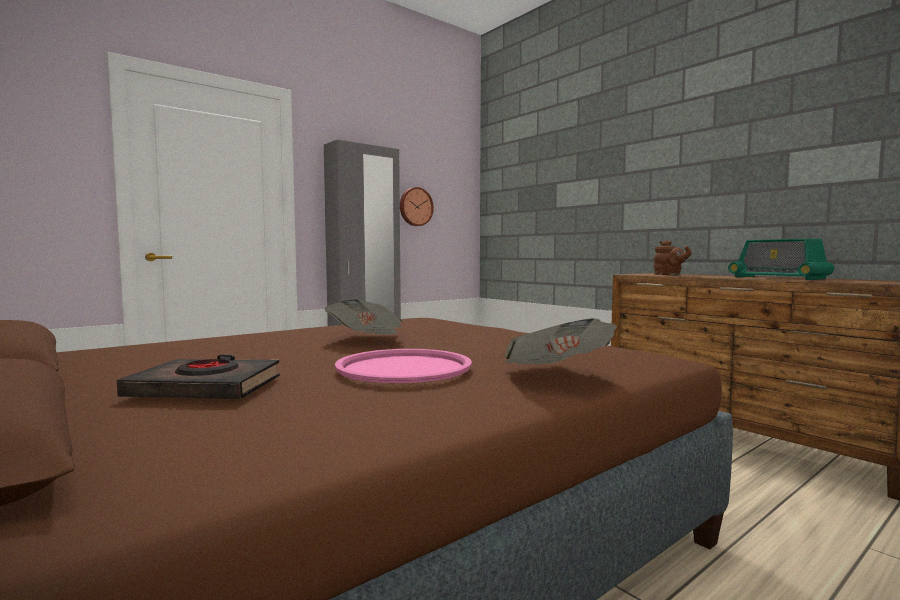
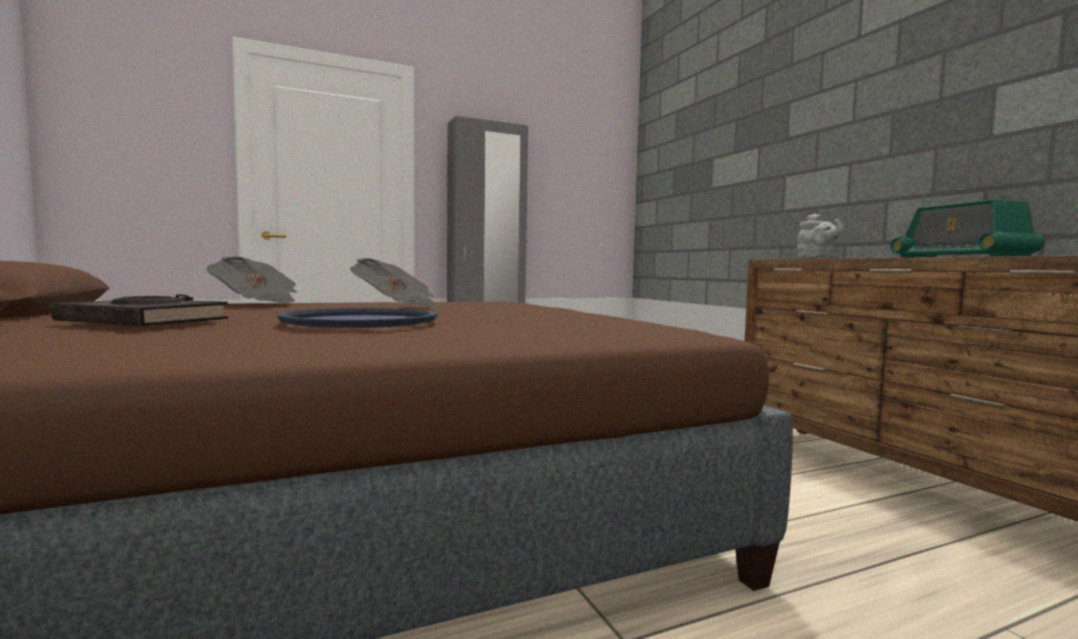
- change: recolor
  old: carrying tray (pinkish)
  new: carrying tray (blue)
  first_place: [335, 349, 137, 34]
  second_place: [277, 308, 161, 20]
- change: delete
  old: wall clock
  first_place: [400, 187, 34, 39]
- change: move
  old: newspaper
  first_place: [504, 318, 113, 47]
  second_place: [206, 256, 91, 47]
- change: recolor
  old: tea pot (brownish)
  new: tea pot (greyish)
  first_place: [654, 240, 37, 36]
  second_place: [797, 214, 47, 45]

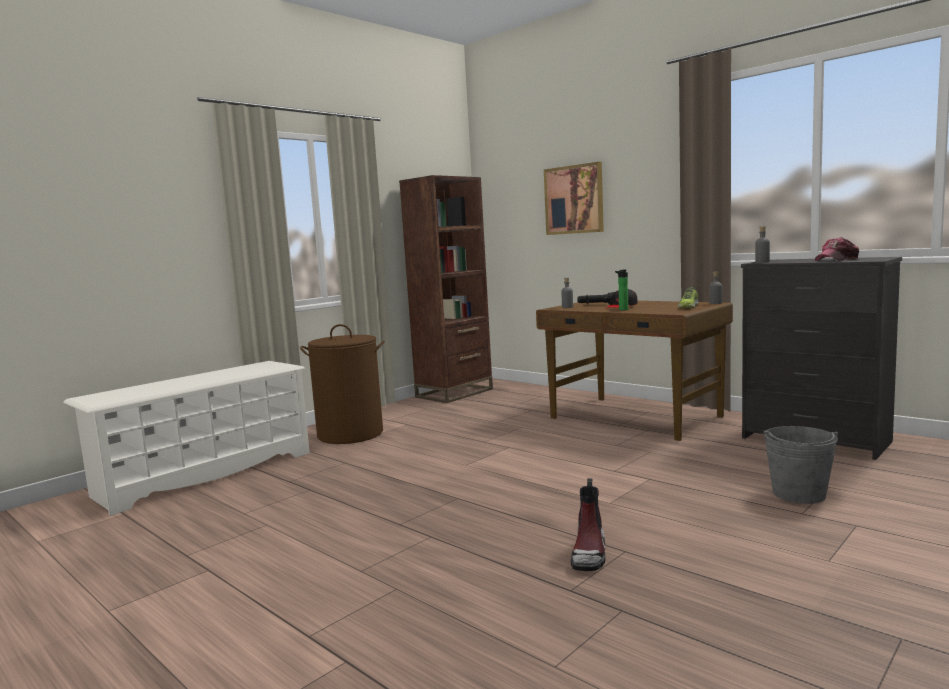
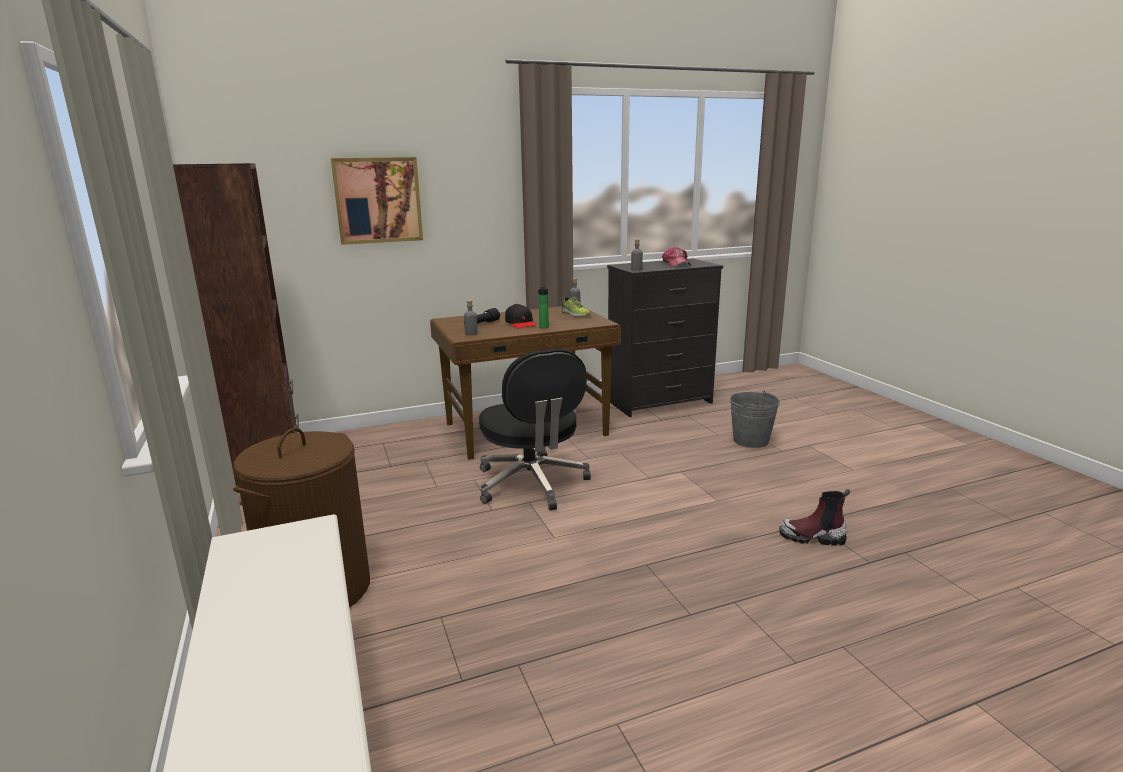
- change: rotate
  old: tall boot
  first_place: [571, 478, 35, 93]
  second_place: [779, 489, 71, 56]
  degrees: 150
- change: insert
  new: desk chair (blackish)
  second_place: [479, 349, 112, 161]

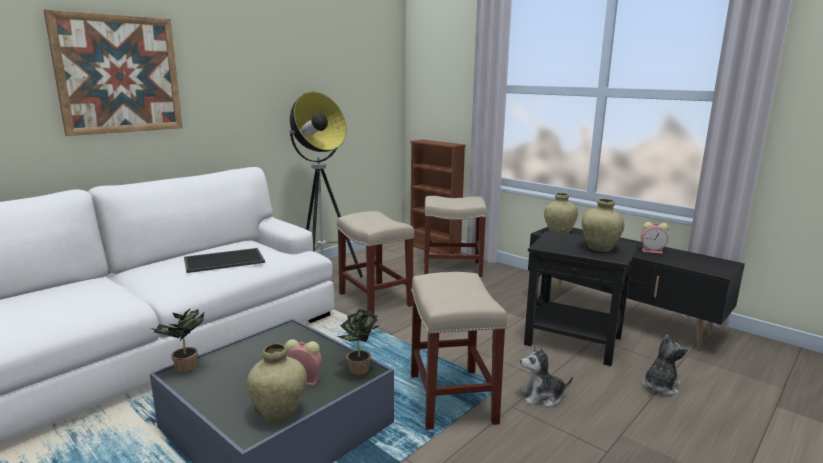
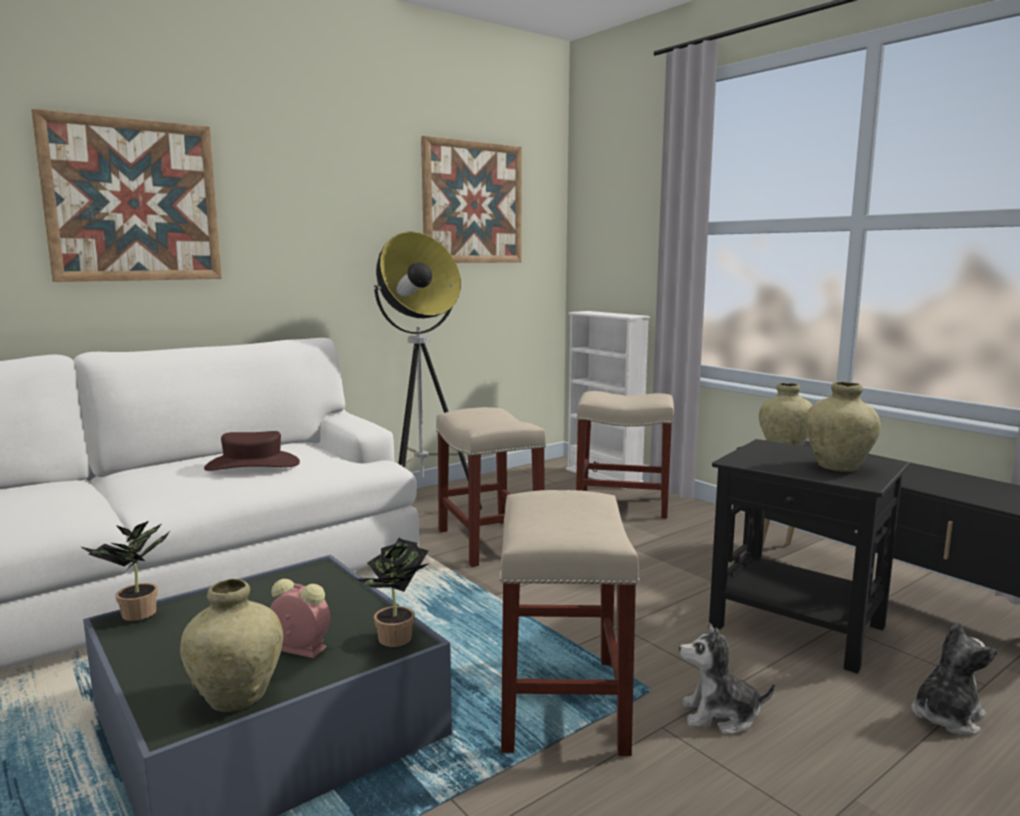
- change: replace
  old: carrying tray
  new: wearable hat (brownish)
  first_place: [184, 248, 81, 25]
  second_place: [204, 431, 96, 40]
- change: recolor
  old: shelving unit (brownish)
  new: shelving unit (whitish)
  first_place: [410, 139, 56, 115]
  second_place: [566, 311, 84, 178]
- change: delete
  old: alarm clock
  first_place: [641, 222, 28, 32]
- change: insert
  new: wall art
  second_place: [421, 136, 101, 127]

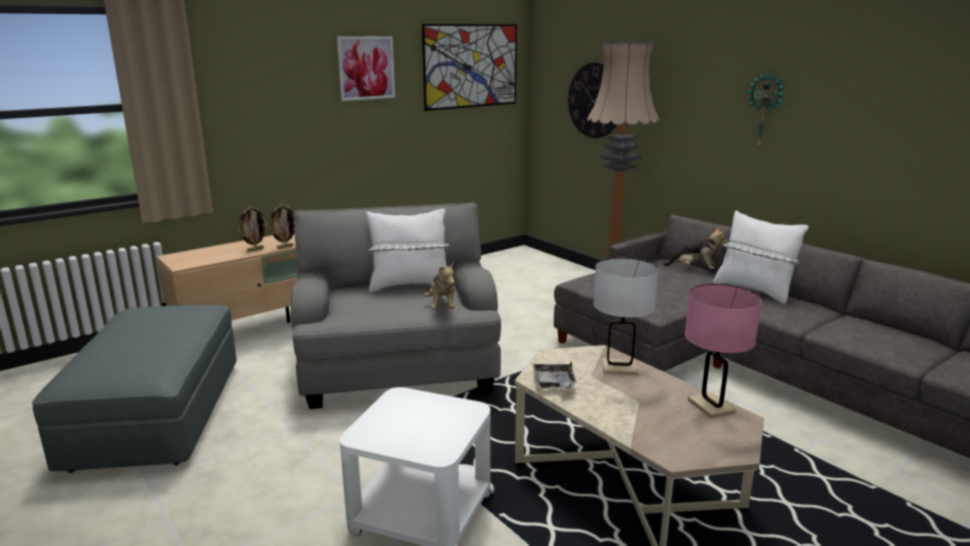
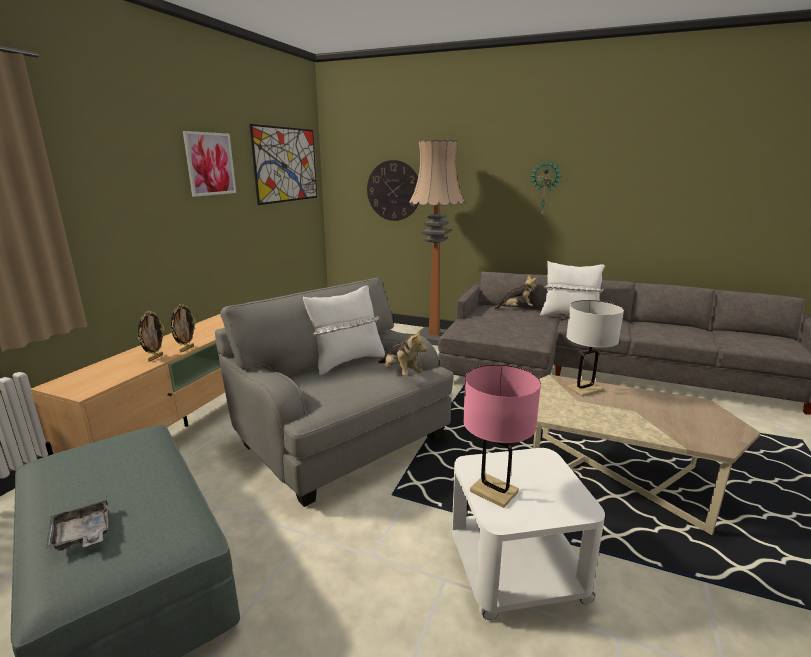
- change: move
  old: carrying tray (greyish)
  first_place: [533, 362, 44, 27]
  second_place: [46, 496, 63, 55]
- change: move
  old: table lamp (pinkish)
  first_place: [685, 284, 77, 134]
  second_place: [463, 365, 78, 143]

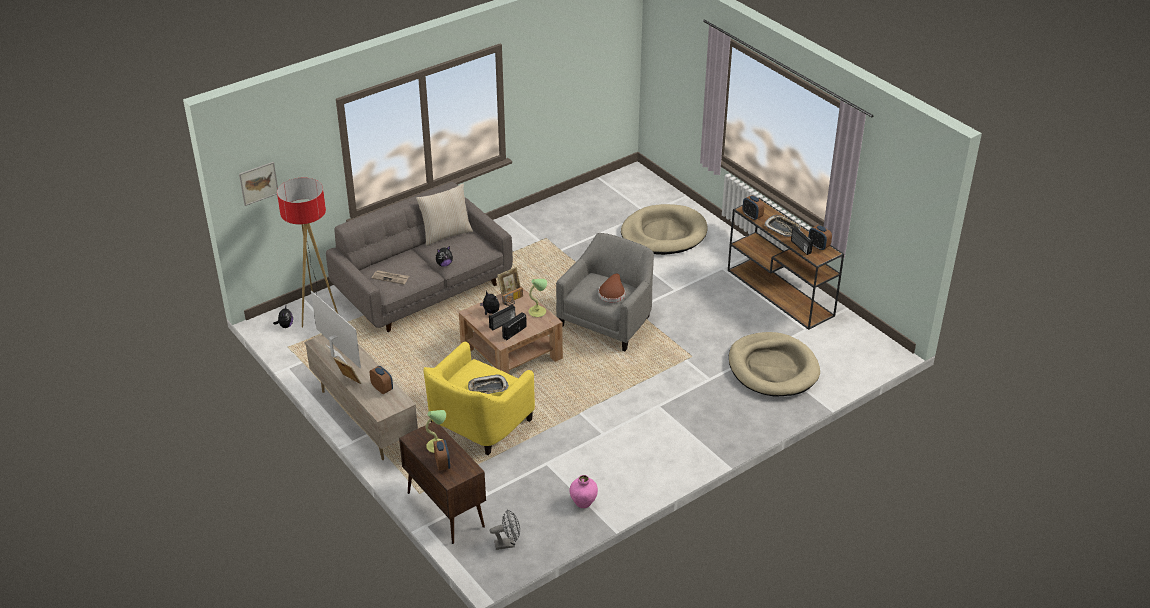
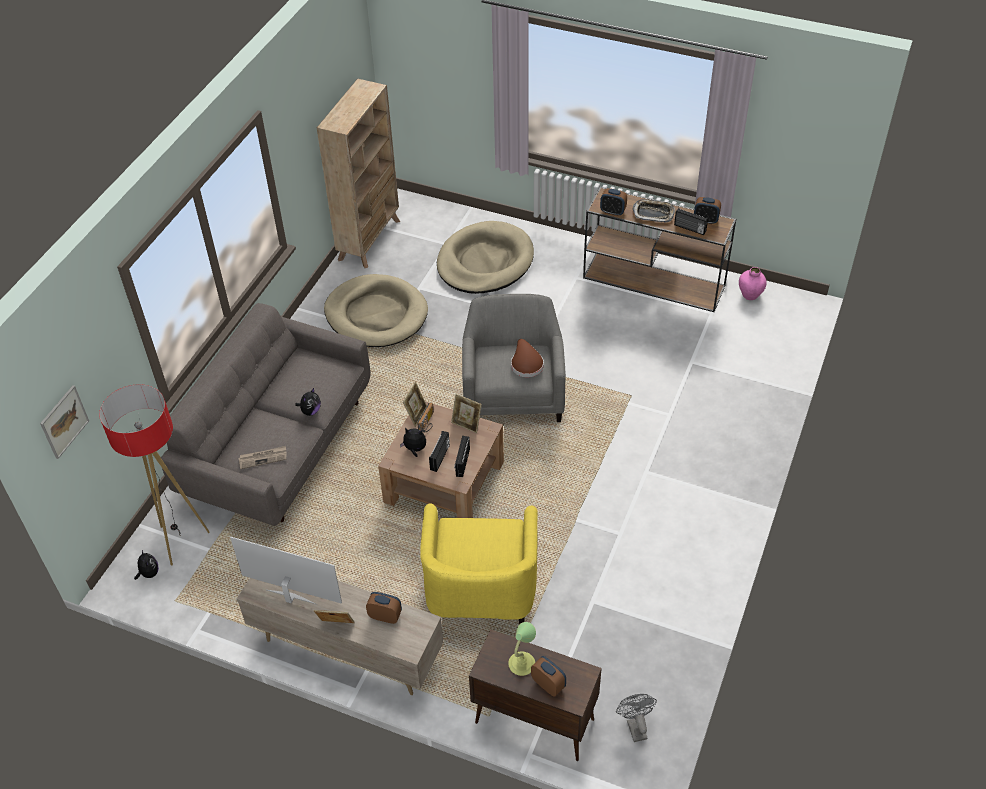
- change: delete
  old: cushion (beige-coloured)
  first_place: [416, 184, 57, 62]
- change: delete
  old: carrying tray
  first_place: [468, 374, 41, 20]
- change: rotate
  old: electric fan (greyish)
  first_place: [490, 510, 30, 40]
  second_place: [616, 694, 41, 48]
  degrees: -60
- change: replace
  old: table lamp
  new: picture frame
  first_place: [529, 279, 18, 38]
  second_place: [451, 394, 31, 39]
- change: move
  old: flower vase (pinkish)
  first_place: [570, 475, 28, 33]
  second_place: [739, 267, 28, 33]
- change: move
  old: dog bed (beige-coloured)
  first_place: [729, 332, 91, 65]
  second_place: [324, 274, 104, 73]
- change: insert
  new: shelving unit (beige-coloured)
  second_place: [317, 79, 83, 189]

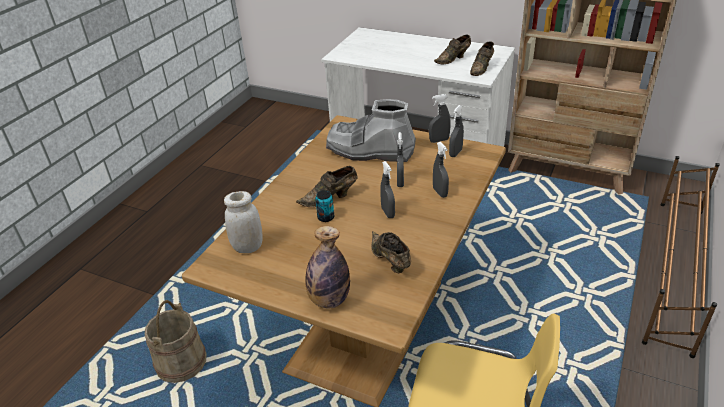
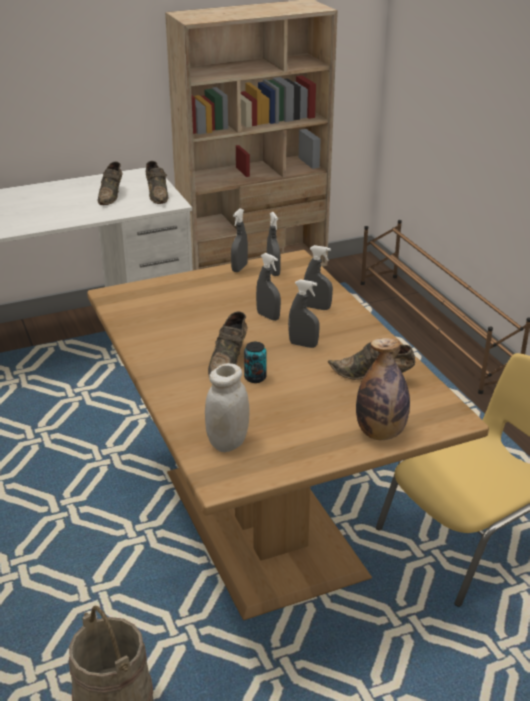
- change: delete
  old: tall boot (greyish)
  first_place: [326, 99, 90, 63]

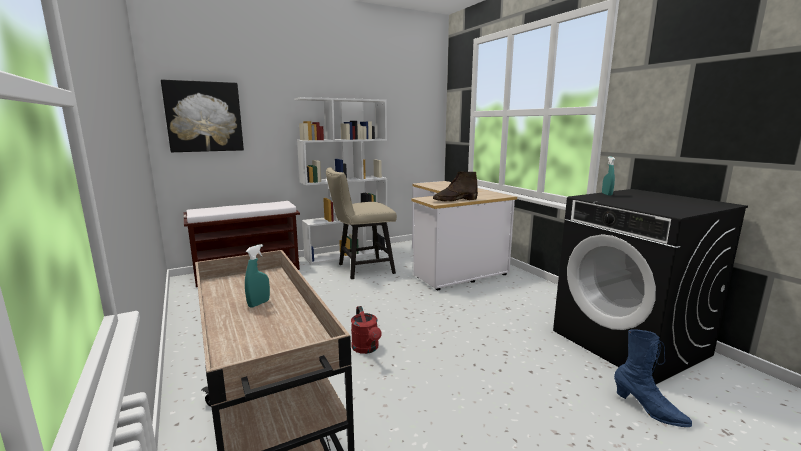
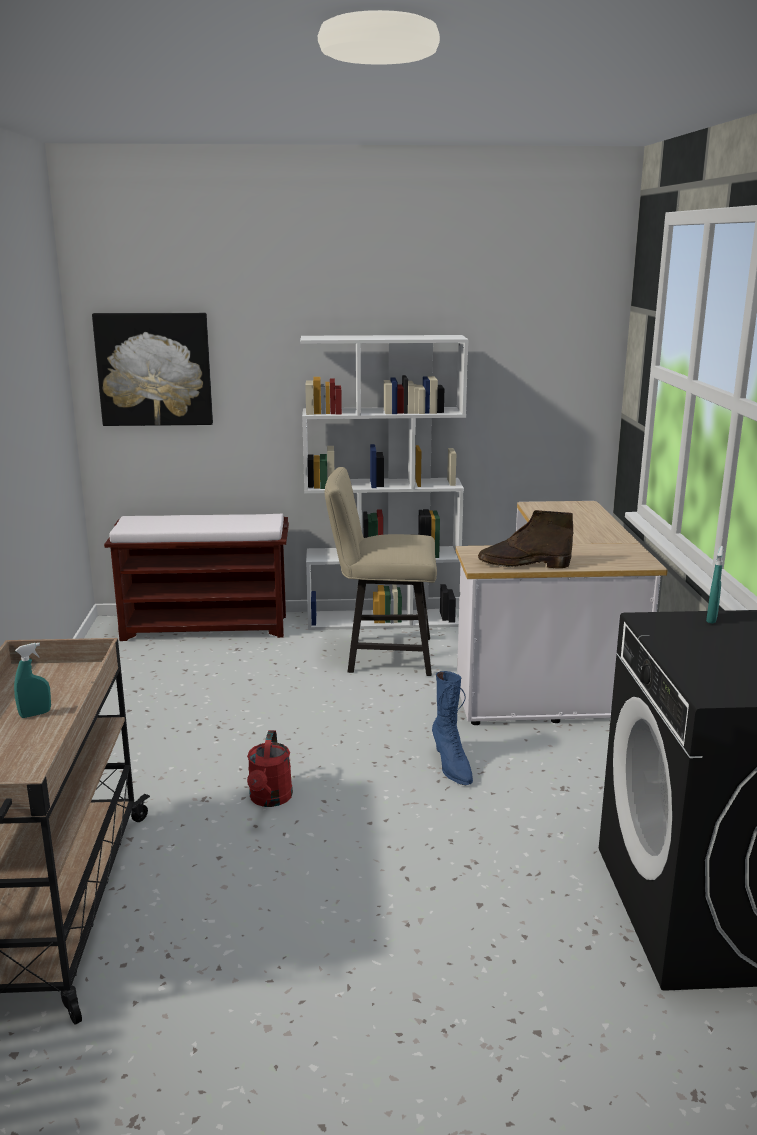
- change: move
  old: tall boot (blue)
  first_place: [614, 329, 78, 98]
  second_place: [432, 671, 41, 114]

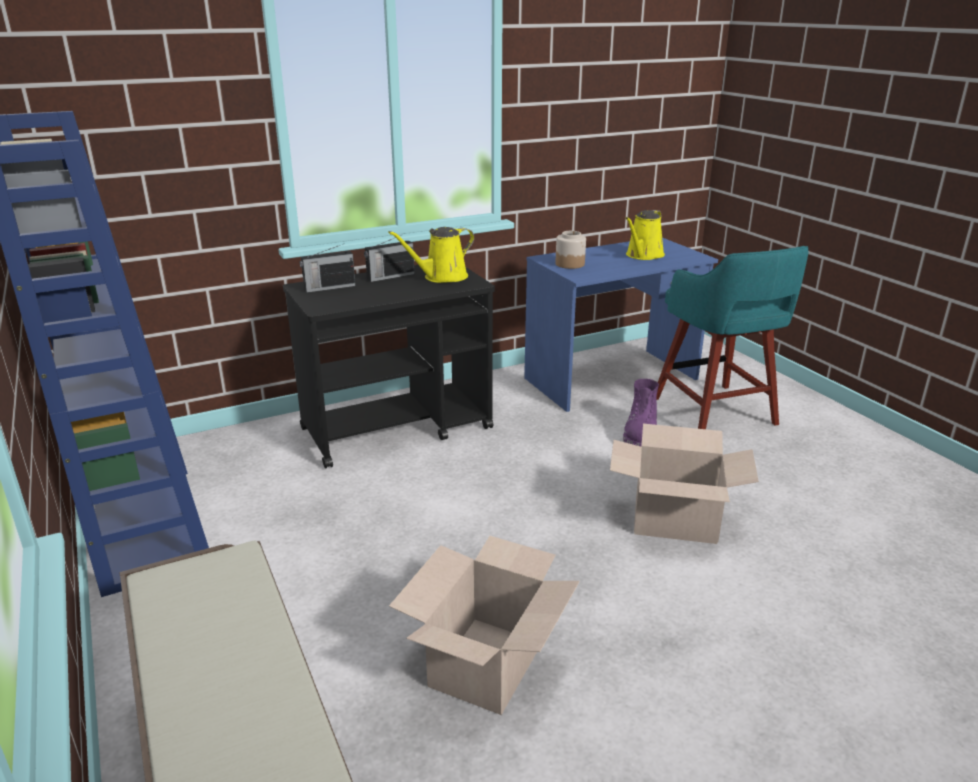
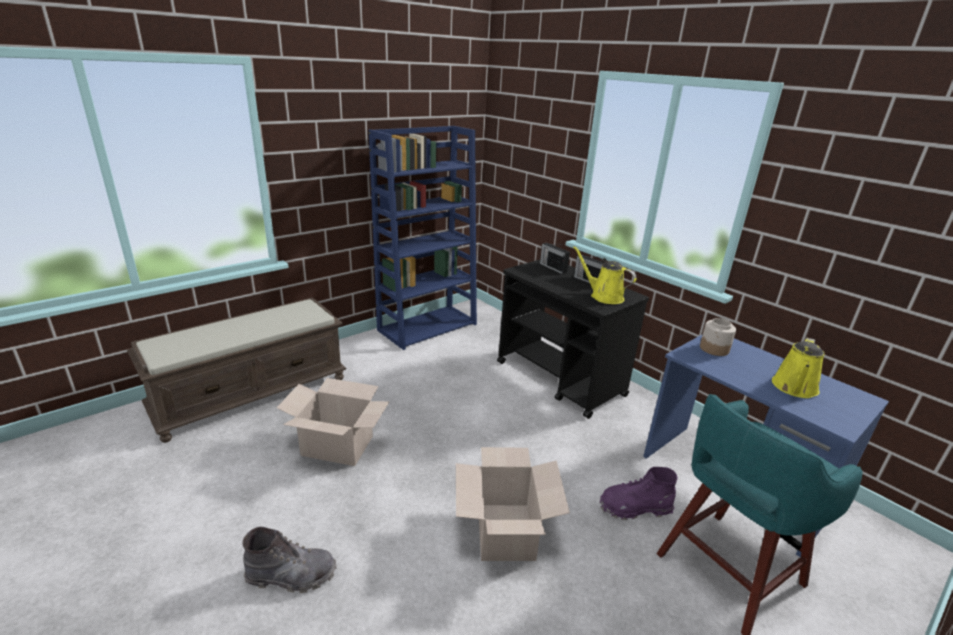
- change: rotate
  old: sprinkling can (yellowish)
  first_place: [625, 210, 40, 50]
  second_place: [772, 338, 52, 60]
  degrees: -75
- change: insert
  new: tall boot (greyish)
  second_place: [242, 527, 95, 66]

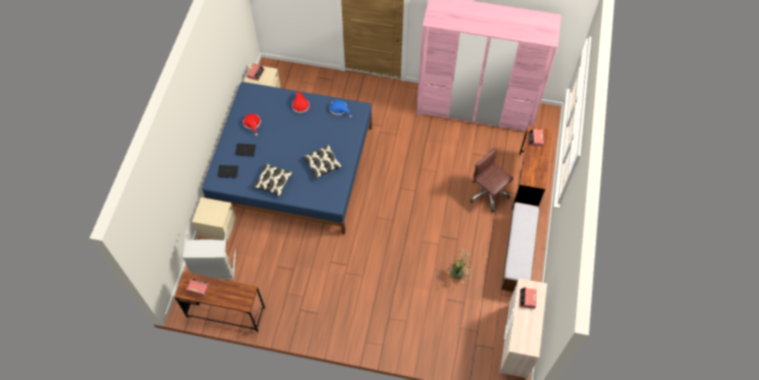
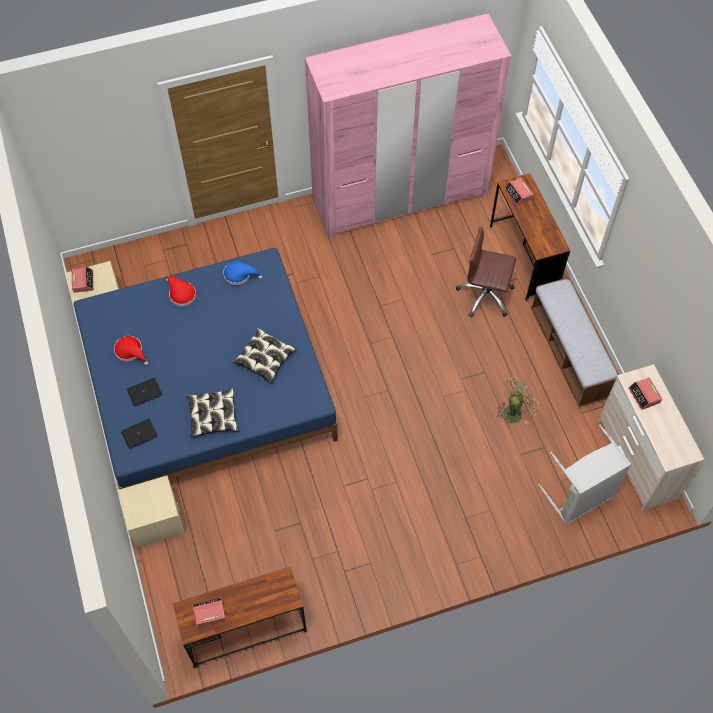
- change: move
  old: hamper (greyish)
  first_place: [183, 227, 53, 53]
  second_place: [538, 424, 94, 101]

